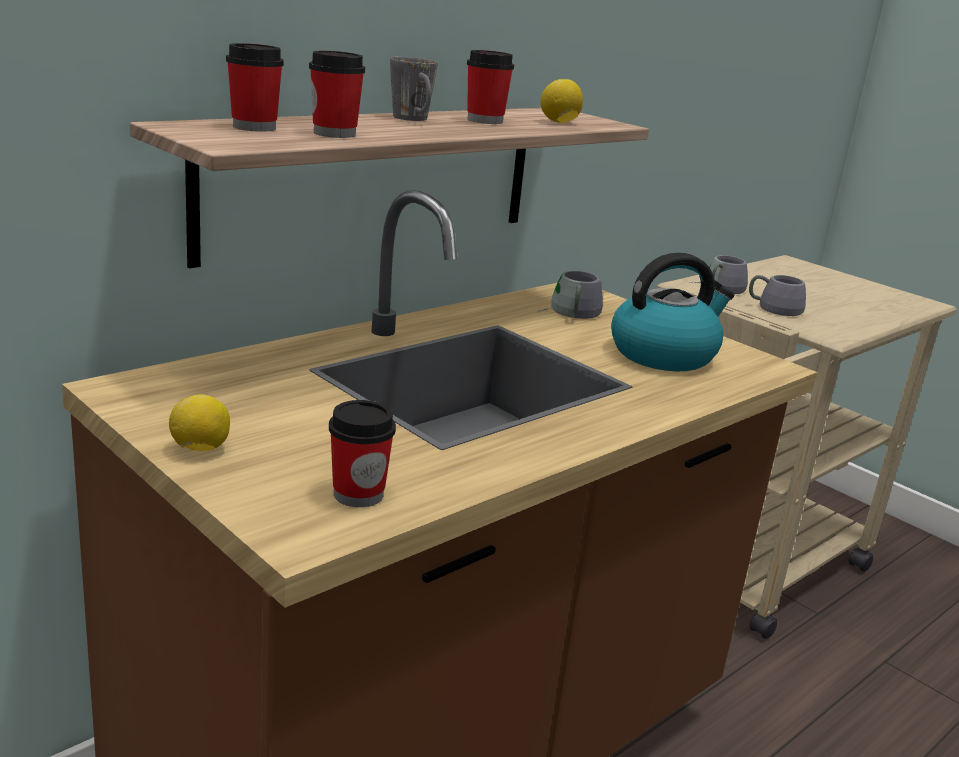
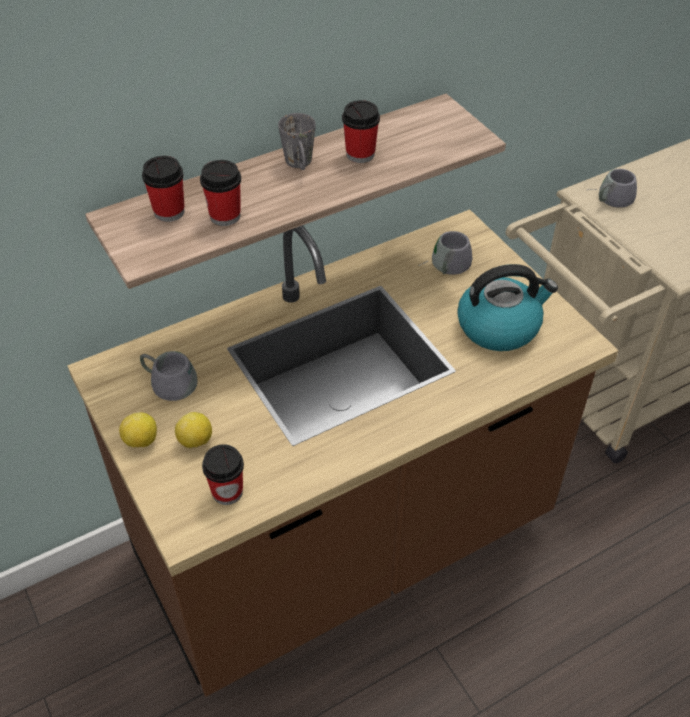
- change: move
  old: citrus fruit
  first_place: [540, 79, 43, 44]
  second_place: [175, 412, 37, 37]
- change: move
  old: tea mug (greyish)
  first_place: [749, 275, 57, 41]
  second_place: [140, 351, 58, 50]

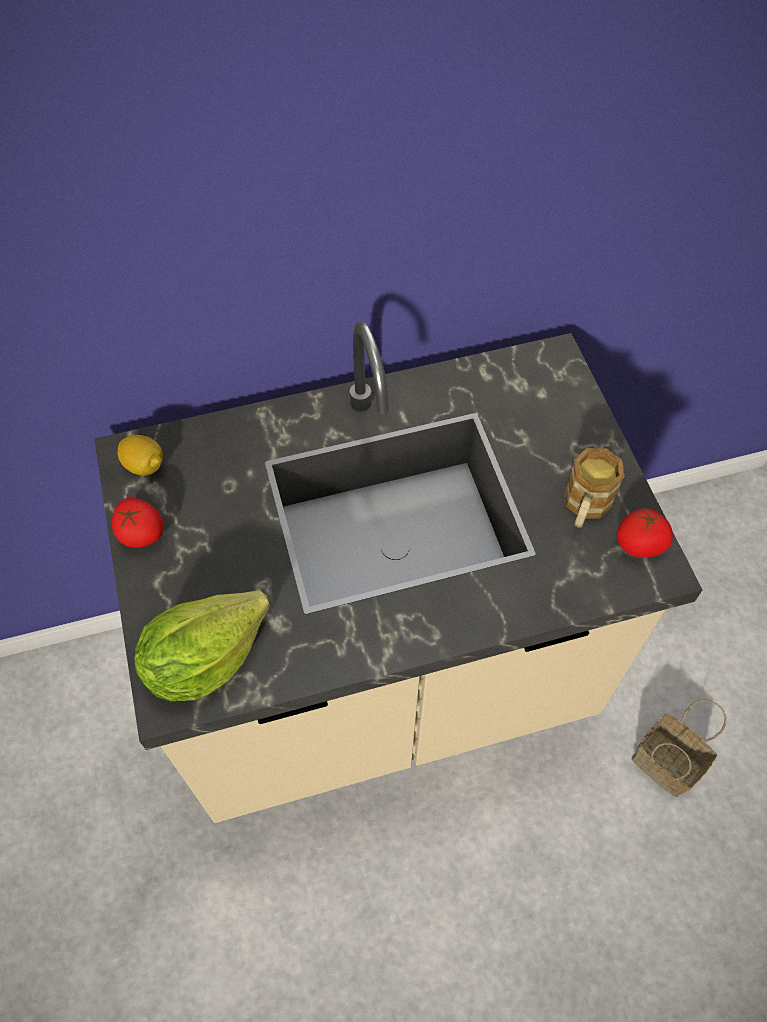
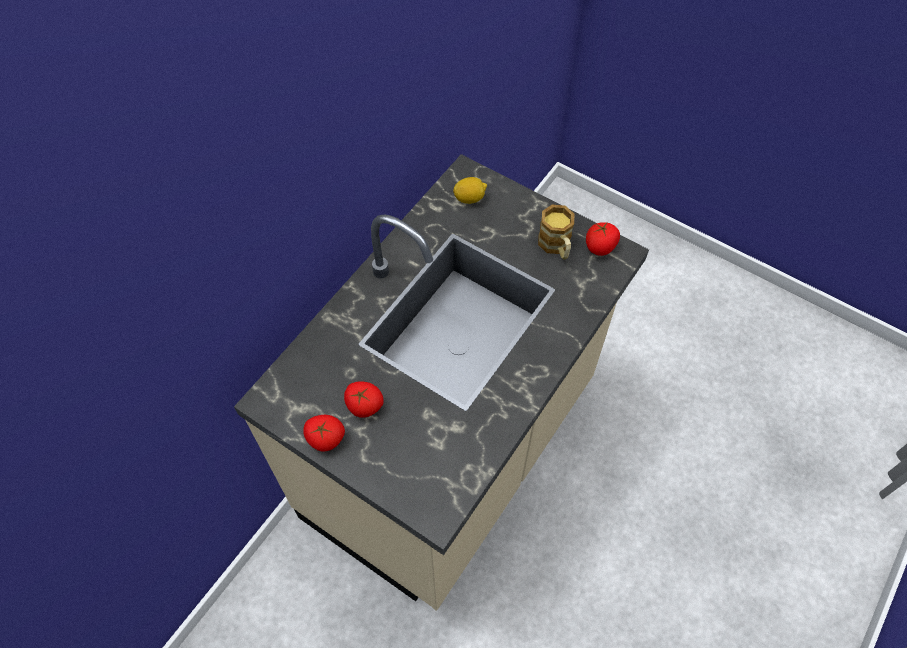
- change: move
  old: citrus fruit
  first_place: [118, 435, 45, 41]
  second_place: [453, 177, 34, 27]
- change: delete
  old: lettuce head
  first_place: [134, 590, 136, 111]
- change: delete
  old: basket
  first_place: [632, 699, 95, 98]
- change: insert
  new: tomato
  second_place: [344, 381, 40, 37]

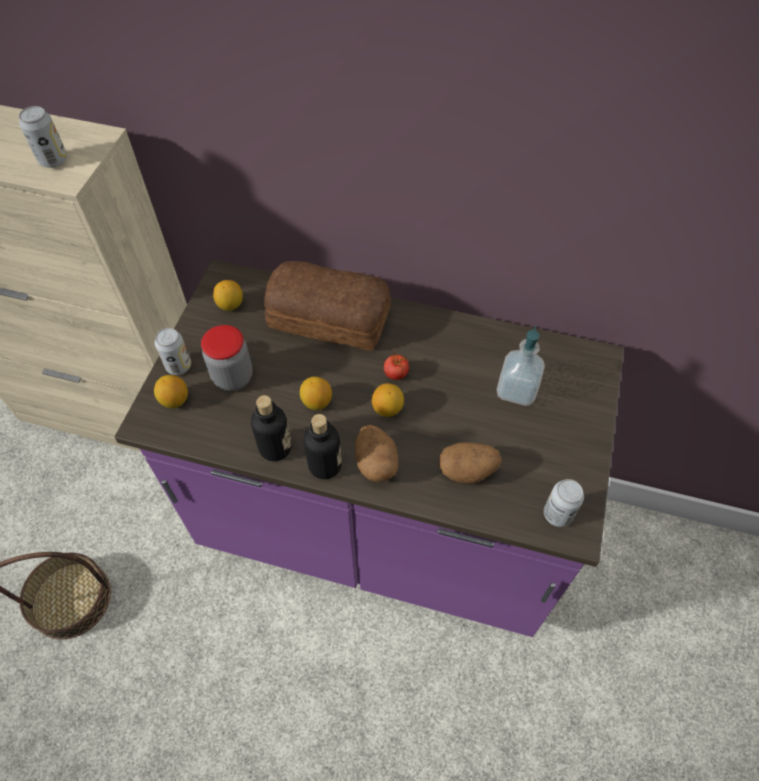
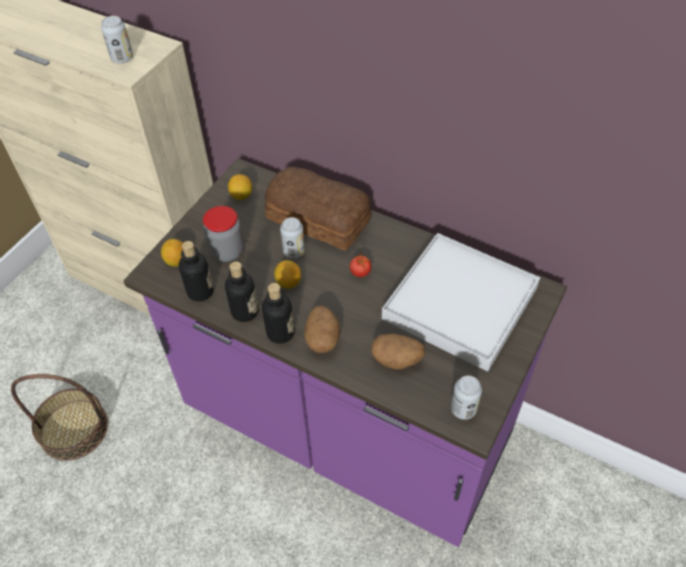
- change: move
  old: can
  first_place: [155, 328, 36, 47]
  second_place: [280, 217, 25, 41]
- change: delete
  old: citrus fruit
  first_place: [372, 383, 32, 34]
- change: replace
  old: soap bottle
  new: carrying tray (whitish)
  first_place: [497, 326, 48, 80]
  second_place: [382, 233, 158, 139]
- change: insert
  new: drink bottle
  second_place: [179, 241, 35, 61]

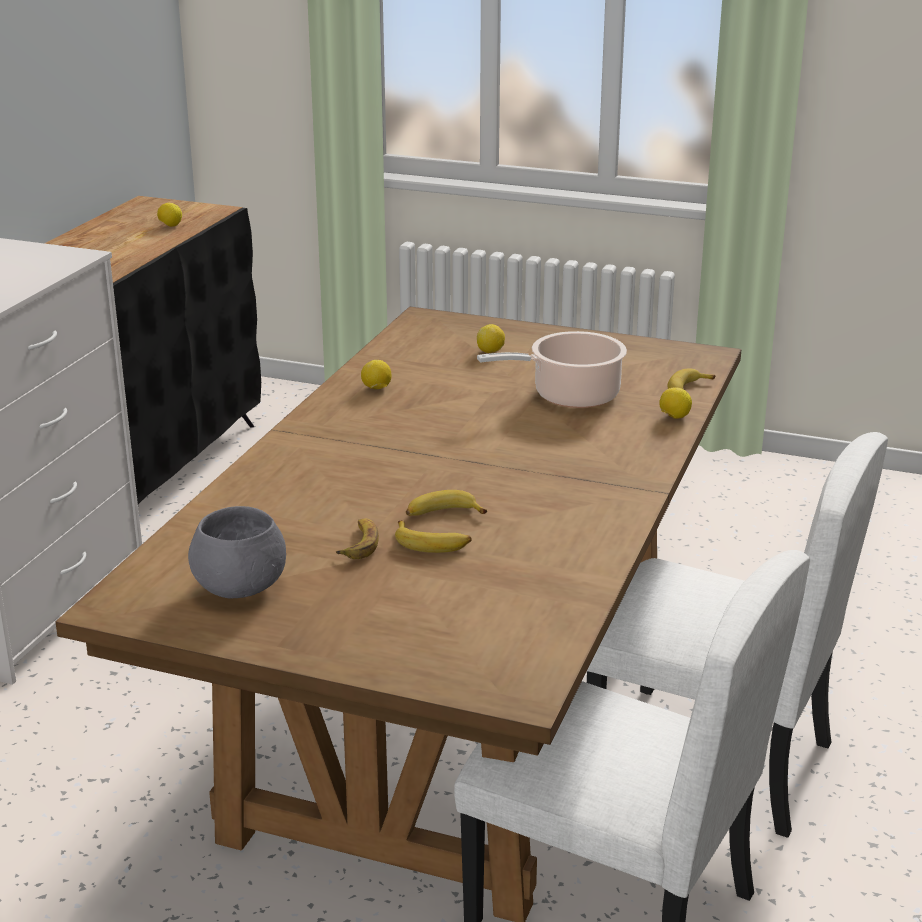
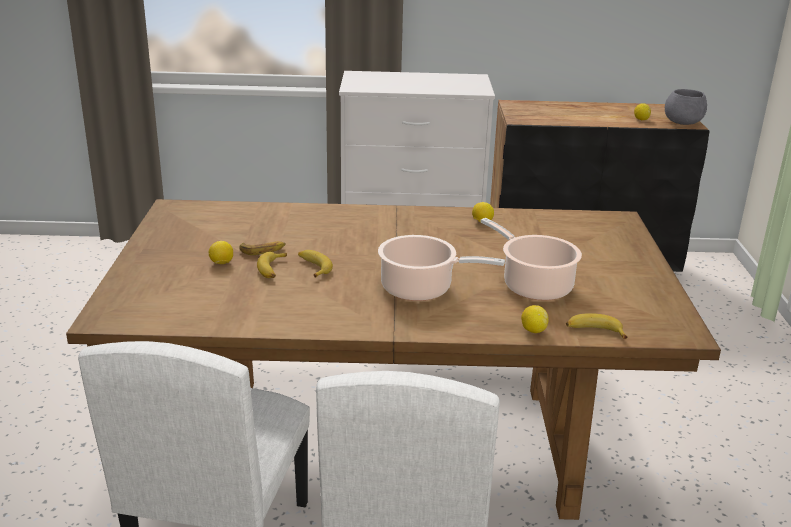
- change: move
  old: deep dish (greyish)
  first_place: [188, 506, 98, 92]
  second_place: [665, 89, 42, 36]
- change: move
  old: citrus fruit
  first_place: [477, 324, 28, 29]
  second_place: [209, 241, 24, 23]
- change: insert
  new: cooking pot
  second_place: [378, 235, 127, 66]

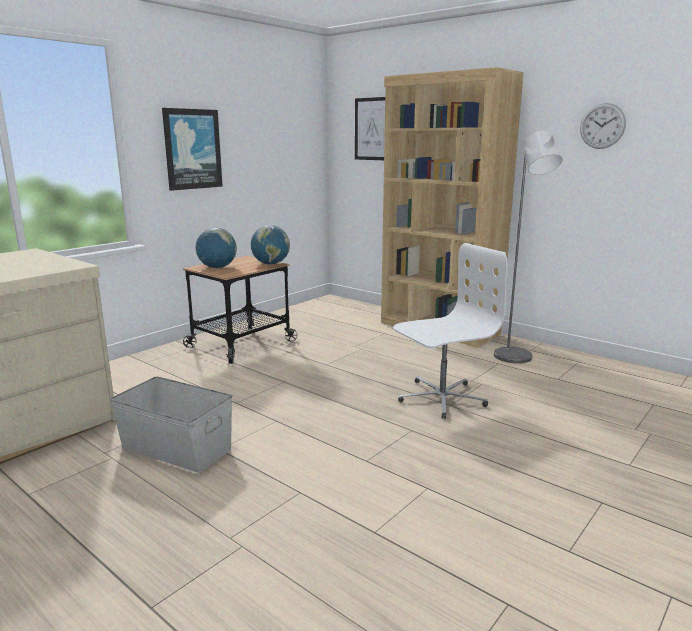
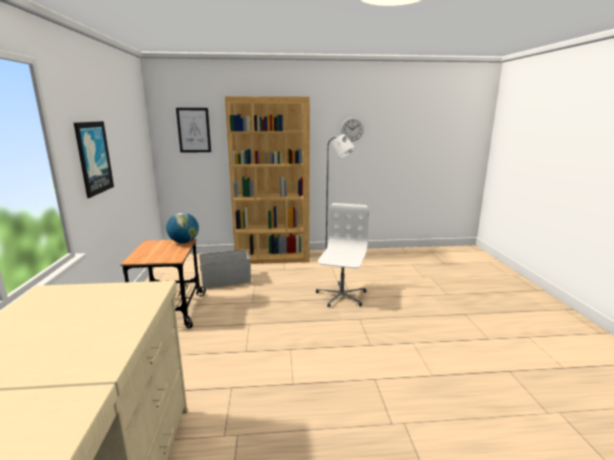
- change: move
  old: storage bin (greyish)
  first_place: [109, 376, 124, 97]
  second_place: [199, 249, 52, 40]
- change: delete
  old: globe
  first_place: [196, 228, 41, 40]

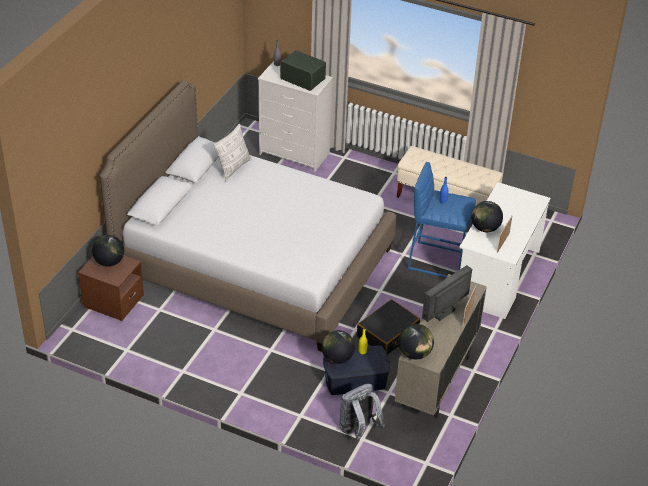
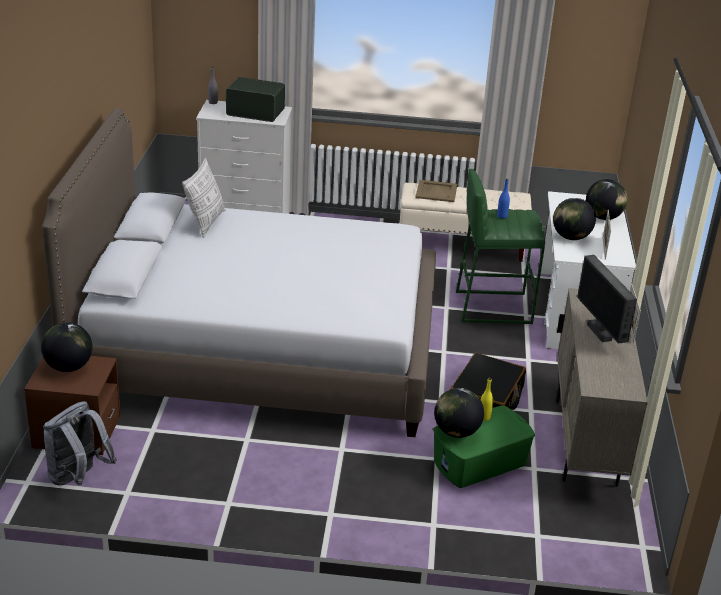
- change: recolor
  old: storage bin (blue)
  new: storage bin (green-coloured)
  first_place: [323, 345, 67, 50]
  second_place: [433, 406, 102, 82]
- change: move
  old: knapsack (greyish)
  first_place: [339, 384, 46, 56]
  second_place: [43, 401, 73, 85]
- change: move
  old: globe
  first_place: [398, 324, 36, 35]
  second_place: [586, 179, 42, 41]
- change: recolor
  old: stool seat (blue)
  new: stool seat (green-coloured)
  first_place: [407, 162, 69, 116]
  second_place: [456, 169, 89, 155]
- change: rotate
  old: monitor
  first_place: [422, 265, 50, 57]
  second_place: [577, 255, 60, 89]
  degrees: -45
- change: insert
  new: carrying tray (beige-coloured)
  second_place: [415, 180, 42, 22]

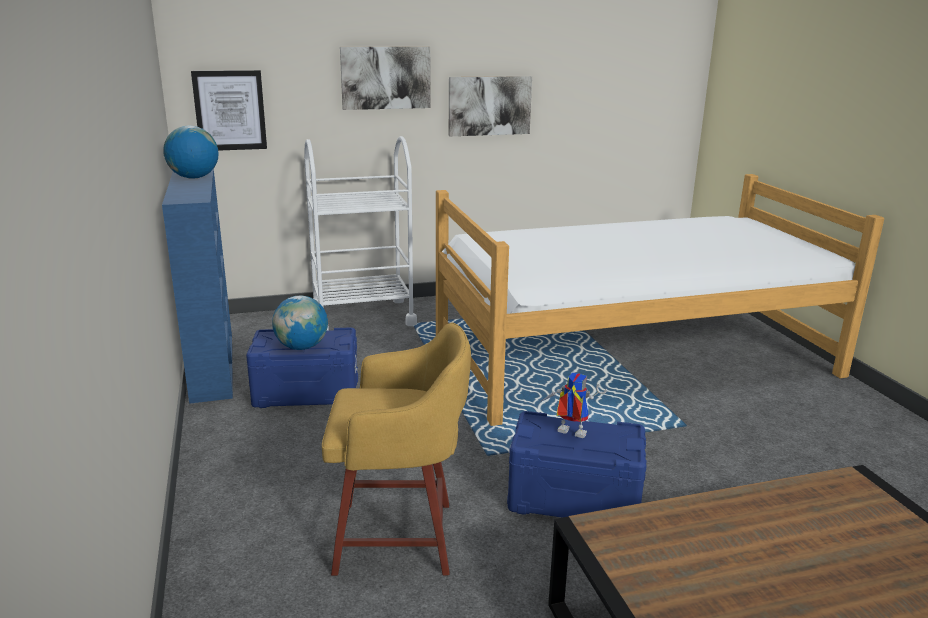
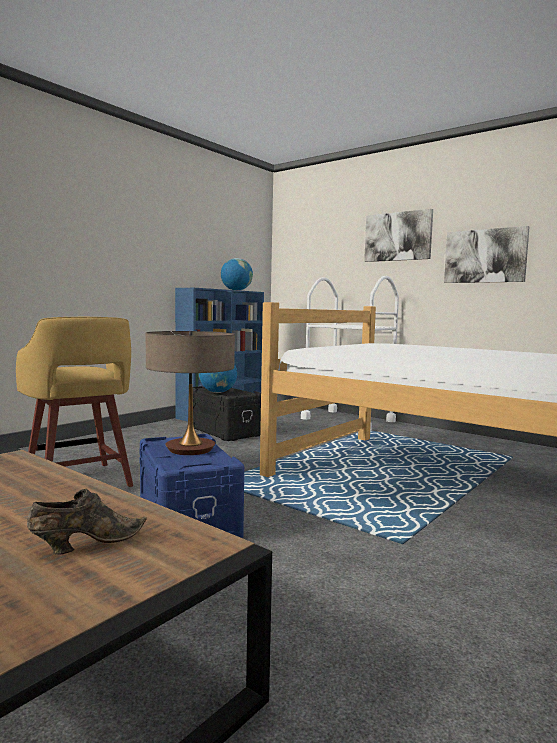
- change: delete
  old: wall art
  first_place: [191, 70, 76, 81]
- change: recolor
  old: storage bin (blue)
  new: storage bin (blackish)
  first_place: [246, 328, 112, 80]
  second_place: [193, 386, 68, 55]
- change: replace
  old: robot figure
  new: table lamp
  first_place: [540, 373, 67, 65]
  second_place: [146, 331, 89, 124]
- change: insert
  new: item of footwear (brownish)
  second_place: [27, 489, 120, 65]

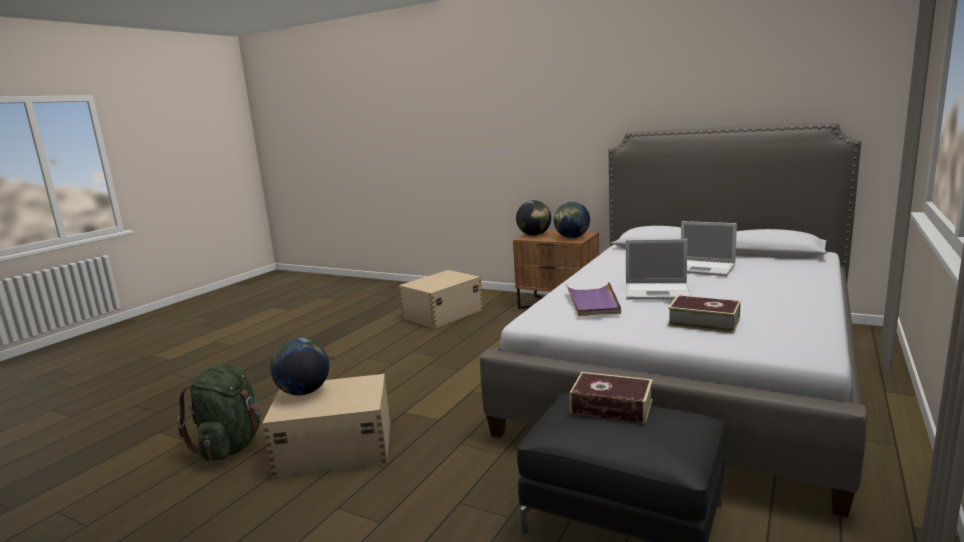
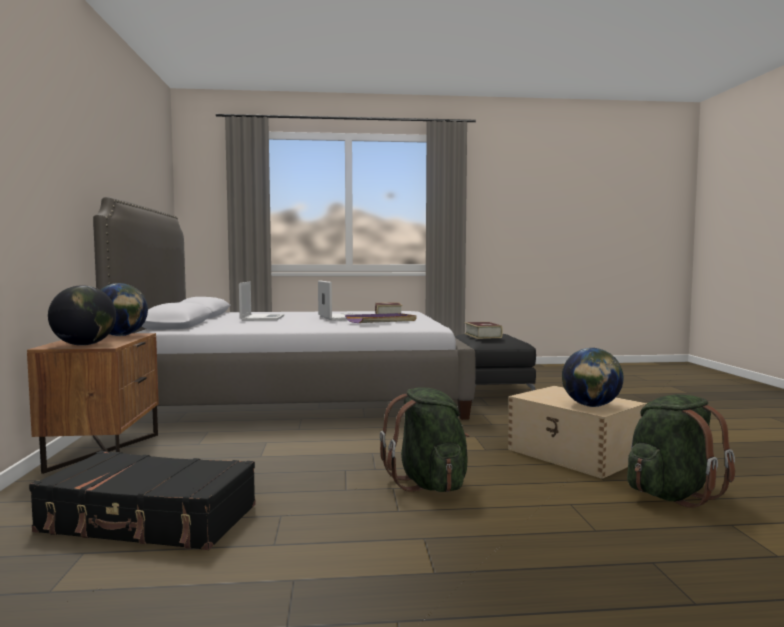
- change: replace
  old: storage bin (beige-coloured)
  new: suitcase (blackish)
  first_place: [399, 270, 84, 59]
  second_place: [29, 451, 227, 99]
- change: insert
  new: knapsack (green-coloured)
  second_place: [380, 387, 90, 105]

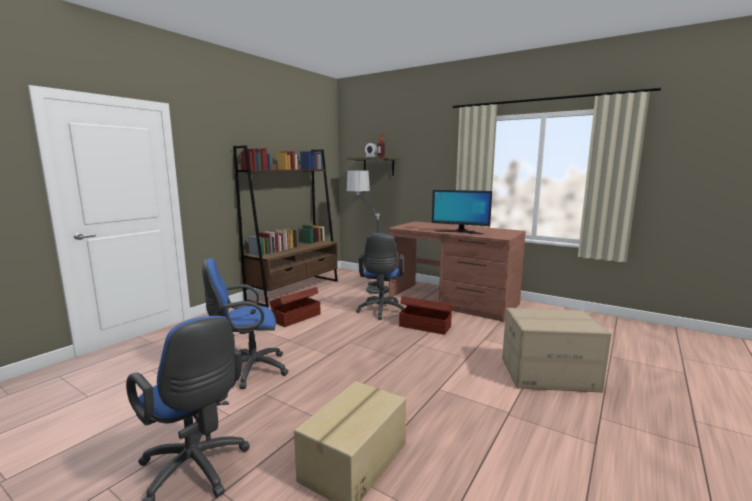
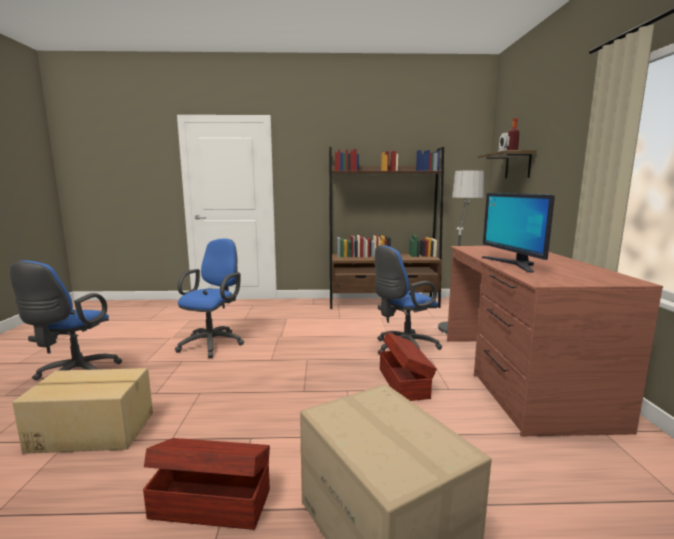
- change: rotate
  old: desk chair (blue)
  first_place: [202, 258, 87, 131]
  second_place: [175, 238, 69, 120]
  degrees: 75
- change: move
  old: storage bin (brownish)
  first_place: [269, 287, 52, 40]
  second_place: [143, 438, 127, 92]

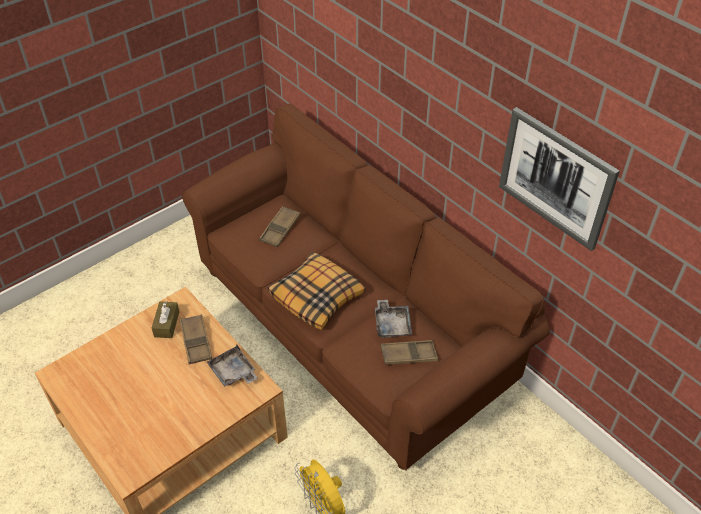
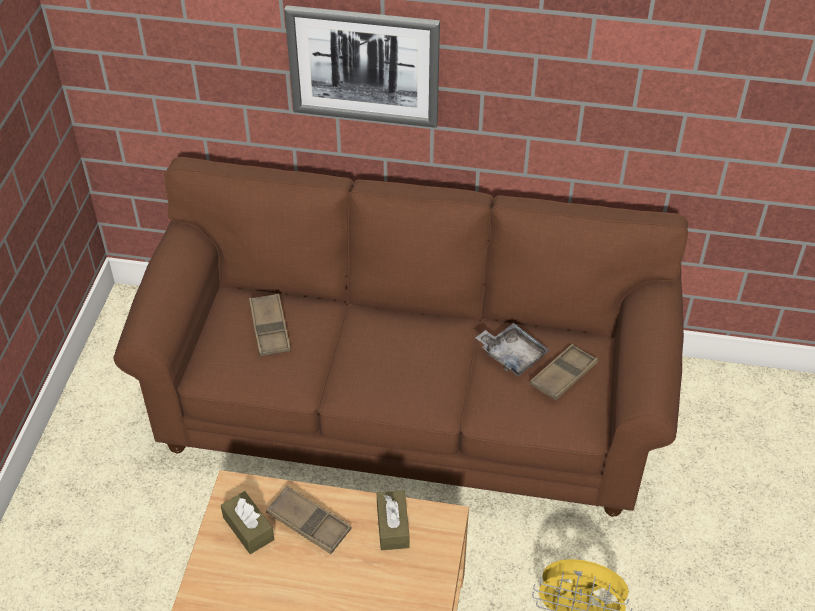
- change: replace
  old: carrying tray (greyish)
  new: tissue holder (brownish)
  first_place: [207, 344, 51, 43]
  second_place: [377, 490, 32, 60]
- change: delete
  old: cushion
  first_place: [268, 252, 97, 78]
- change: move
  old: wall art
  first_place: [499, 107, 121, 144]
  second_place: [284, 5, 156, 123]

